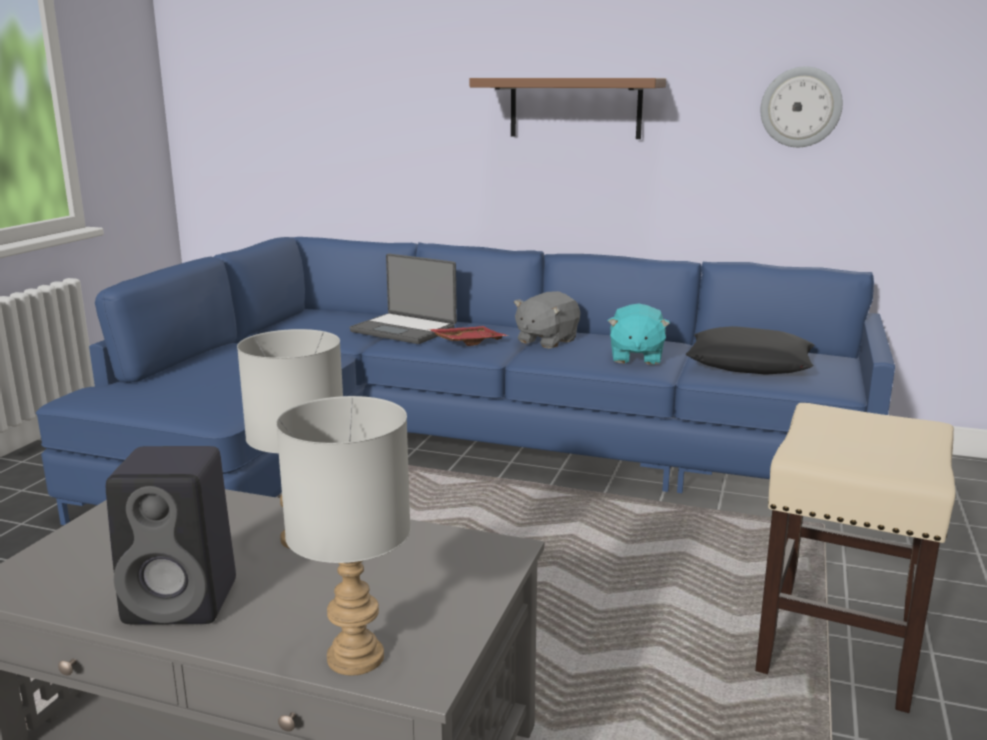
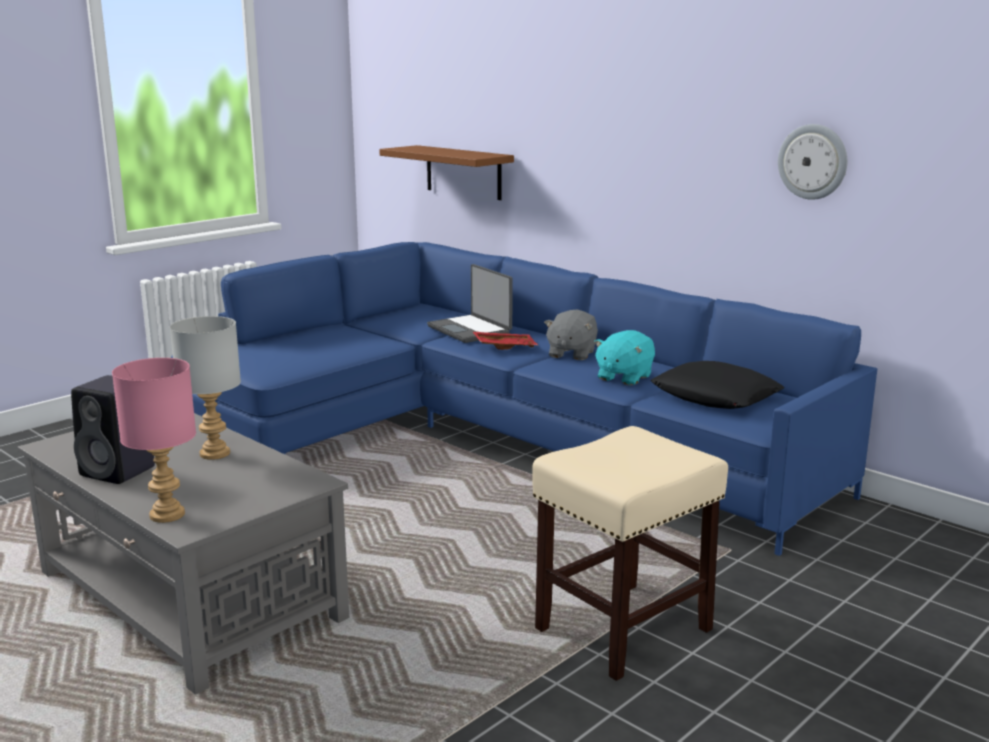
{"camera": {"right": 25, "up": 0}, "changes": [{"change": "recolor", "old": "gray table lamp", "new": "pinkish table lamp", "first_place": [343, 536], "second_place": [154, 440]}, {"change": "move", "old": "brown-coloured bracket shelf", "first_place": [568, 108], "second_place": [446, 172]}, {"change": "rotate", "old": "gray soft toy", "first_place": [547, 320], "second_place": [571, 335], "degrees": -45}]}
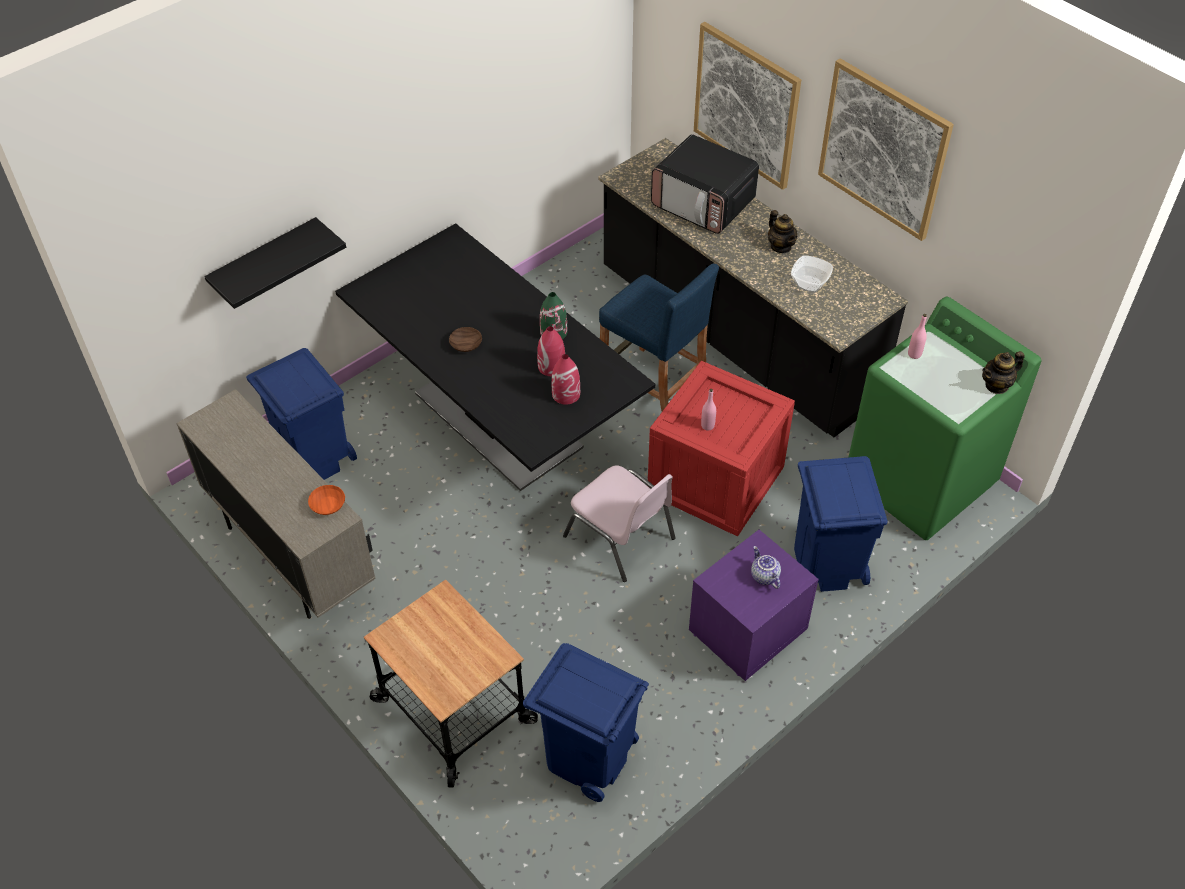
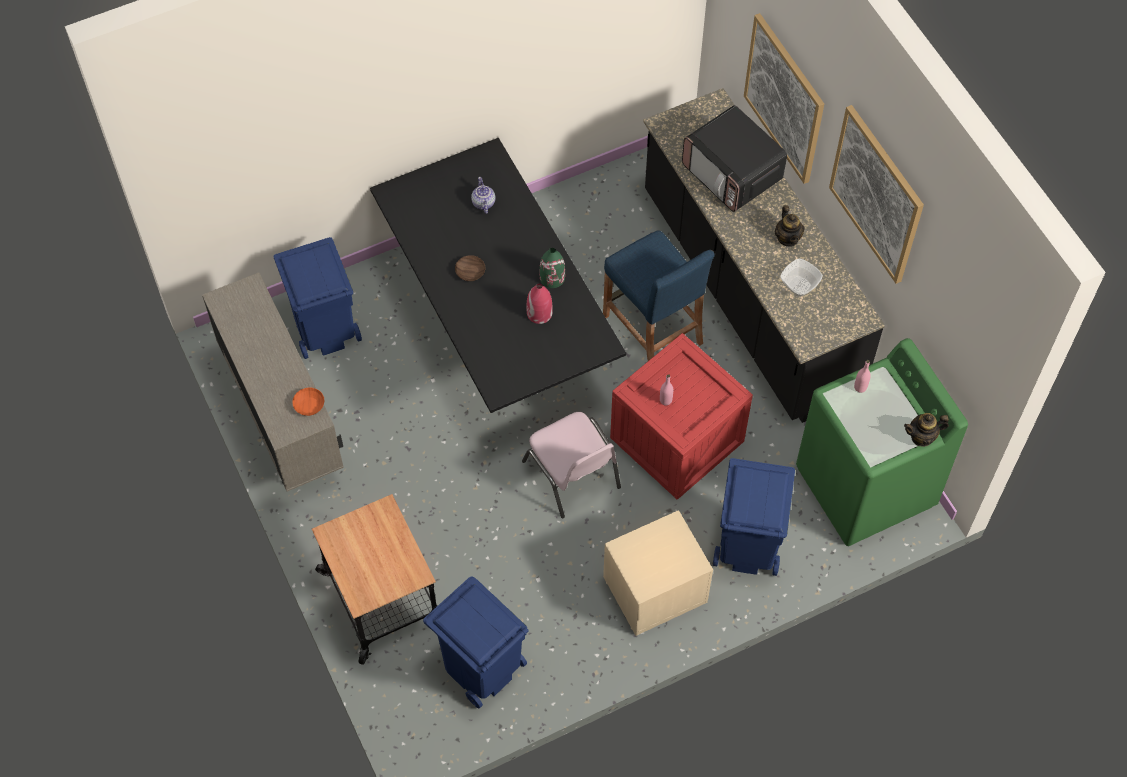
{"camera": {"right": 15, "up": 10}, "changes": [{"change": "move", "old": "pot for tea", "first_place": [766, 567], "second_place": [483, 195]}, {"change": "recolor", "old": "purple night table", "new": "sand-coloured night table", "first_place": [754, 605], "second_place": [658, 573]}, {"change": "delete", "old": "black bracket shelf", "first_place": [275, 263]}, {"change": "delete", "old": "reddish decorative vase", "first_place": [566, 379]}]}
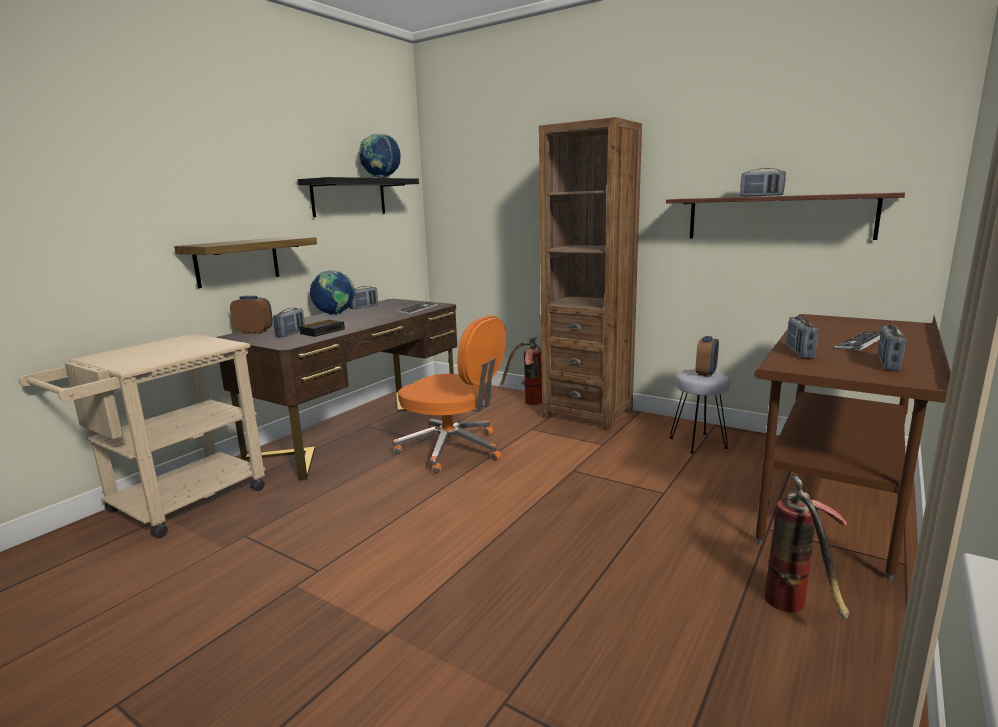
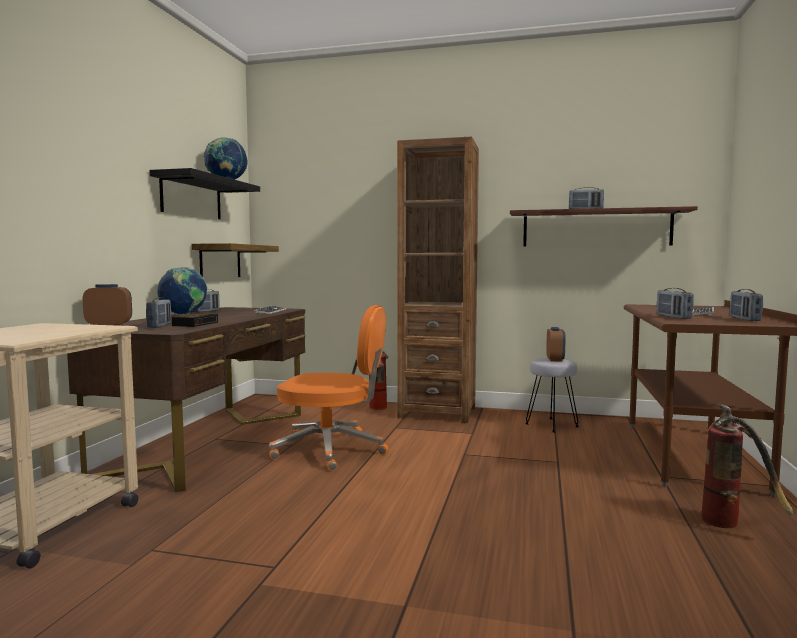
{"camera": {"right": -20, "up": -10}, "changes": [{"change": "move", "old": "bracket shelf", "first_place": [245, 262], "second_place": [235, 260]}]}
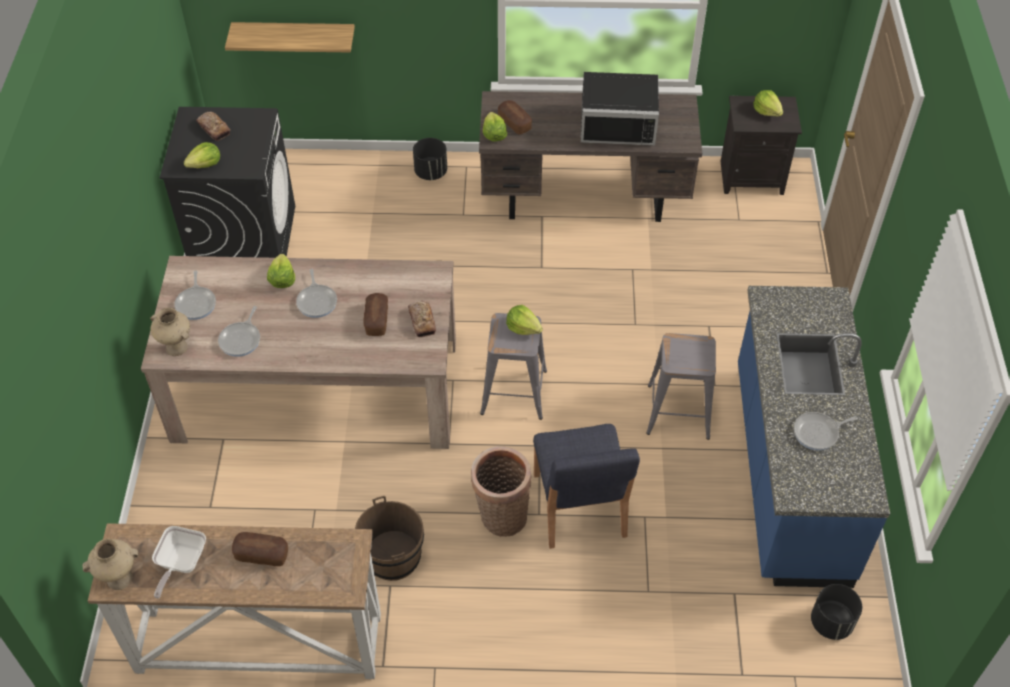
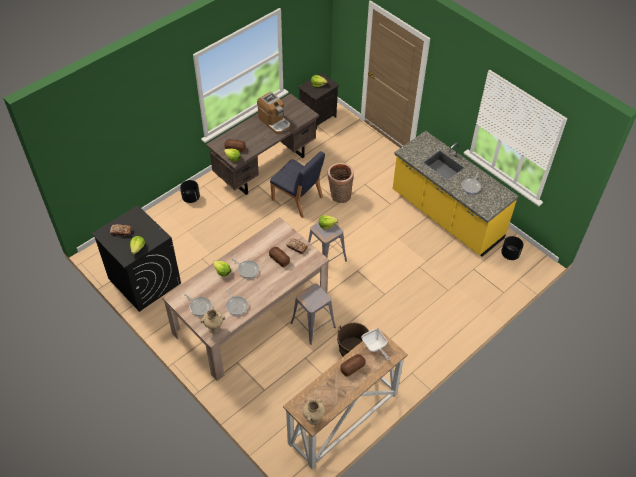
{"camera": {"right": -45, "up": 0}, "changes": [{"change": "replace", "old": "black microwave oven", "new": "coffee machine", "first_place": [620, 109], "second_place": [273, 113]}, {"change": "move", "old": "bluish plain chair", "first_place": [586, 486], "second_place": [297, 184]}, {"change": "move", "old": "gray sitting stool", "first_place": [681, 386], "second_place": [313, 314]}, {"change": "move", "old": "basket", "first_place": [501, 491], "second_place": [341, 183]}, {"change": "move", "old": "pan", "first_place": [179, 562], "second_place": [375, 345]}, {"change": "recolor", "old": "bluish kitchen base unit", "new": "yellowish kitchen base unit", "first_place": [814, 437], "second_place": [456, 194]}, {"change": "delete", "old": "bracket shelf", "first_place": [290, 37]}]}
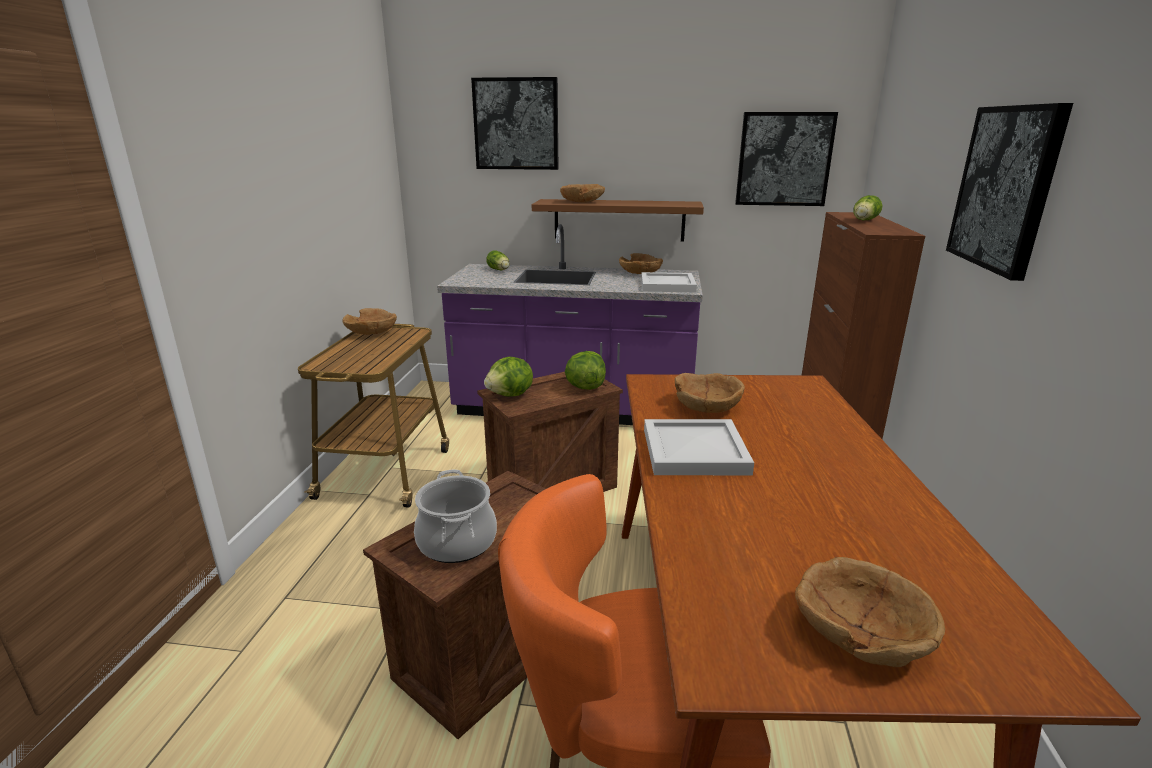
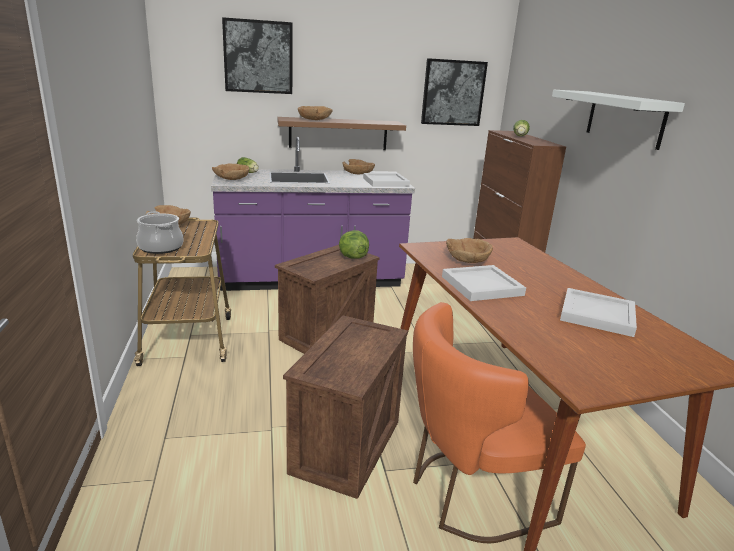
{"camera": {"right": -20, "up": 0}, "changes": [{"change": "move", "old": "saucepot", "first_place": [455, 516], "second_place": [159, 233]}, {"change": "move", "old": "brown-coloured bowl", "first_place": [870, 612], "second_place": [230, 171]}, {"change": "replace", "old": "wall art", "new": "whitish bracket shelf", "first_place": [1009, 192], "second_place": [618, 120]}, {"change": "insert", "new": "whitish tray", "second_place": [598, 312]}, {"change": "delete", "old": "head of lettuce", "first_place": [508, 377]}]}
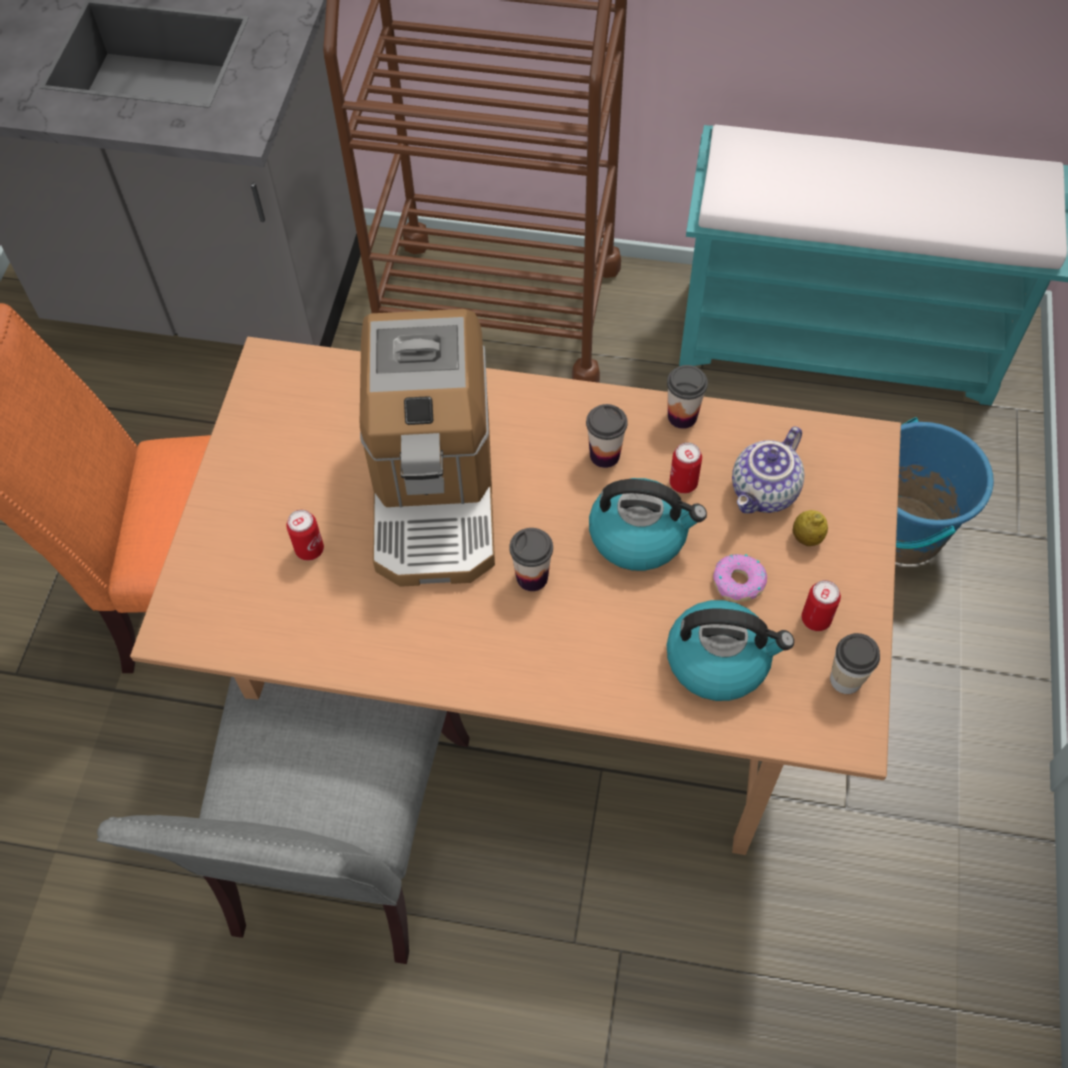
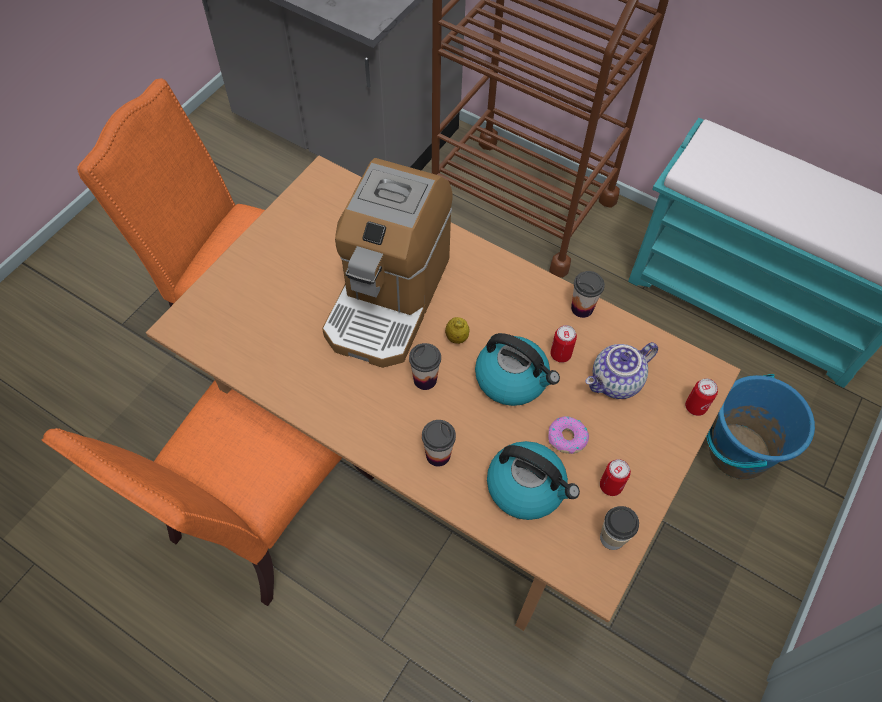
{"camera": {"right": 20, "up": 0}, "changes": [{"change": "recolor", "old": "gray plain chair", "new": "orange-coloured plain chair", "first_place": [283, 820], "second_place": [208, 493]}, {"change": "move", "old": "small cup", "first_place": [607, 436], "second_place": [439, 443]}, {"change": "move", "old": "lemon", "first_place": [810, 528], "second_place": [457, 330]}, {"change": "move", "old": "sealed can", "first_place": [305, 535], "second_place": [701, 397]}]}
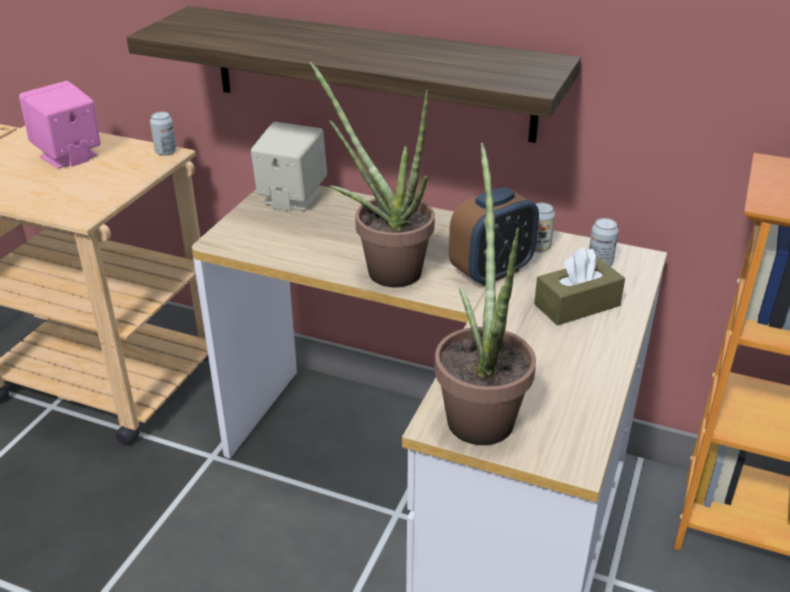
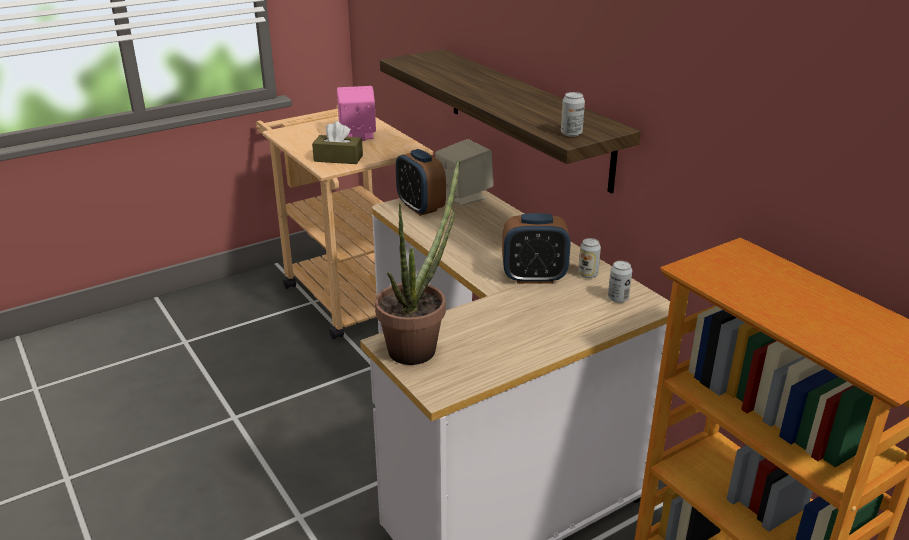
{"camera": {"right": 35, "up": -5}, "changes": [{"change": "move", "old": "brown-coloured tissue box", "first_place": [579, 286], "second_place": [337, 142]}, {"change": "insert", "new": "bedside clock", "second_place": [421, 182]}, {"change": "move", "old": "sealed can", "first_place": [163, 134], "second_place": [573, 114]}, {"change": "delete", "old": "potted plant", "first_place": [372, 174]}]}
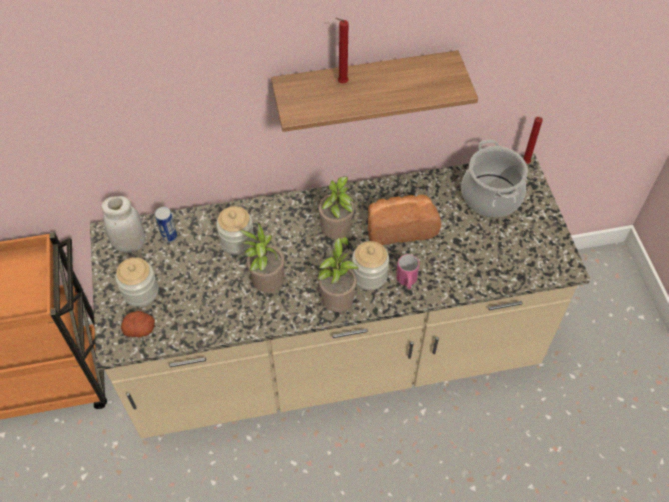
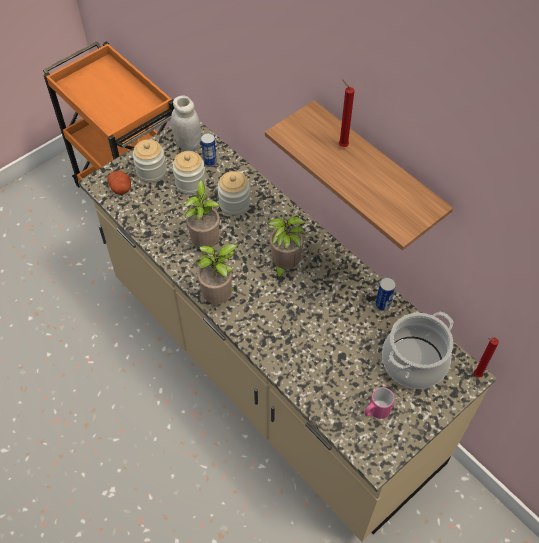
{"camera": {"right": 60, "up": 0}, "changes": [{"change": "move", "old": "storage jar", "first_place": [370, 265], "second_place": [189, 173]}, {"change": "move", "old": "pinkish tea mug", "first_place": [408, 271], "second_place": [379, 403]}, {"change": "insert", "new": "sealed can", "second_place": [385, 294]}, {"change": "delete", "old": "bread", "first_place": [404, 219]}]}
